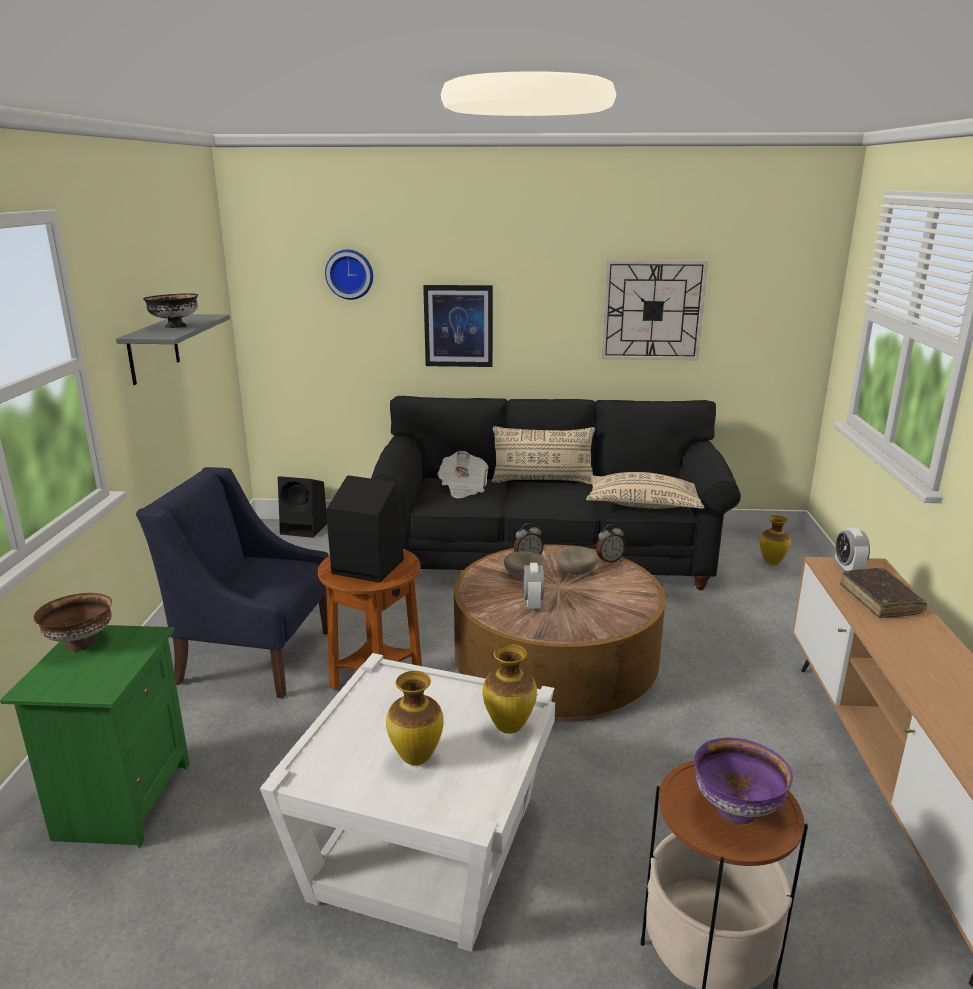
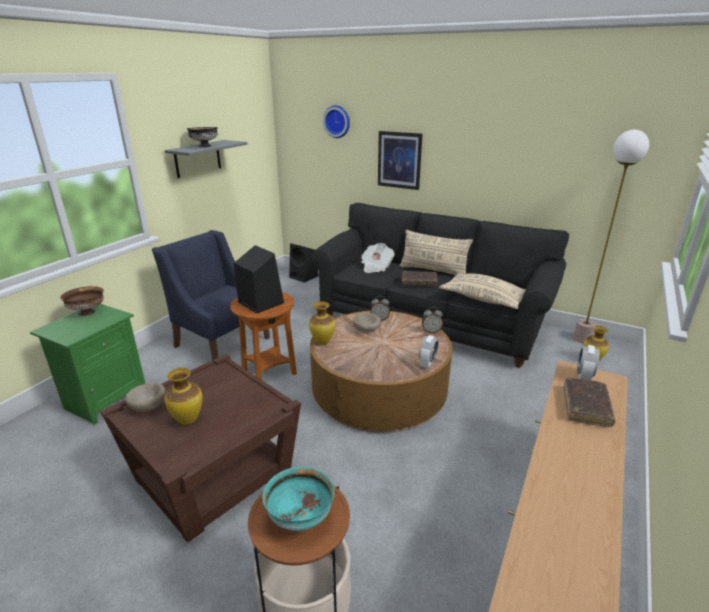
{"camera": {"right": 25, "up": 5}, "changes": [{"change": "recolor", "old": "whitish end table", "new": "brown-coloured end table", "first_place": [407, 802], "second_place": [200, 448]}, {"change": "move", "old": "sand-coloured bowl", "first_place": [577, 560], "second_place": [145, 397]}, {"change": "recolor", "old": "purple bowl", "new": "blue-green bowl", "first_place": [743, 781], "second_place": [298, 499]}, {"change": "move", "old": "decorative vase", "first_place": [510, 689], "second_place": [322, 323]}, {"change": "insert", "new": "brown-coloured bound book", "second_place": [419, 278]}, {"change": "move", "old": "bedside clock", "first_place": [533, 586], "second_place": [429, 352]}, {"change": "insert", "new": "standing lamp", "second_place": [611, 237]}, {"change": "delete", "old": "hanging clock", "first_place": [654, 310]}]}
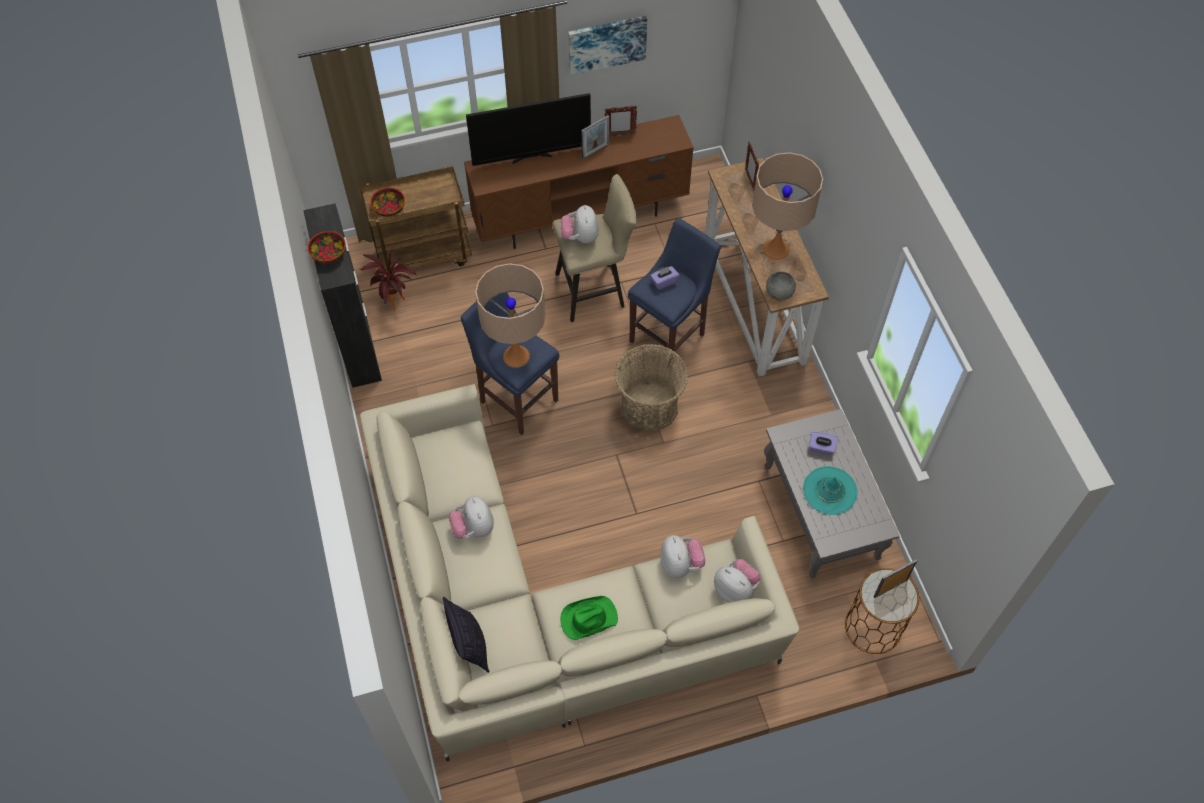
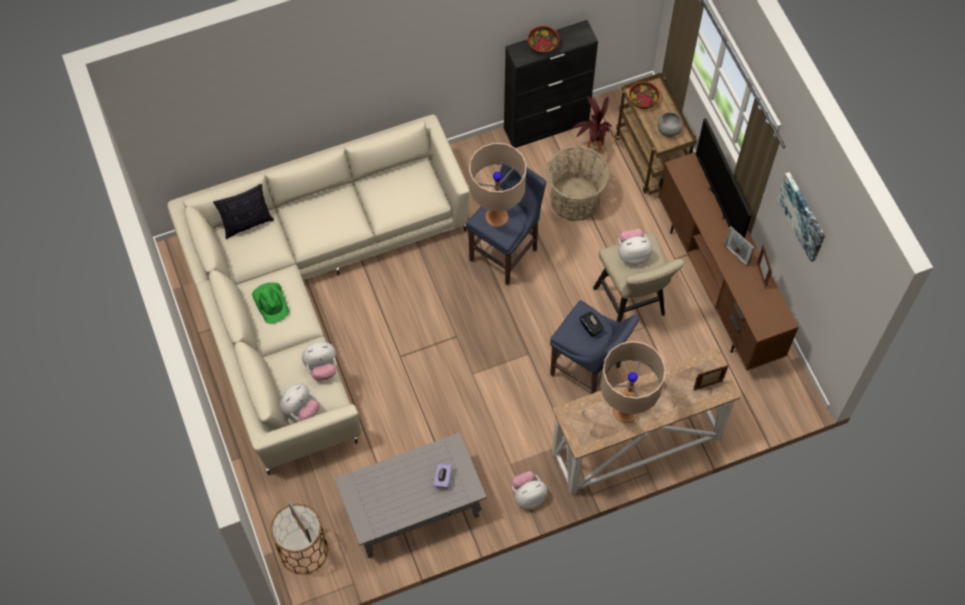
{"camera": {"right": 85, "up": 5}, "changes": [{"change": "move", "old": "soft toy", "first_place": [471, 517], "second_place": [529, 490]}, {"change": "move", "old": "basket", "first_place": [651, 387], "second_place": [577, 183]}, {"change": "recolor", "old": "purple tissue box", "new": "black tissue box", "first_place": [665, 278], "second_place": [592, 324]}, {"change": "move", "old": "gray bowl", "first_place": [781, 286], "second_place": [670, 124]}, {"change": "delete", "old": "blue-green clothing hat", "first_place": [830, 490]}]}
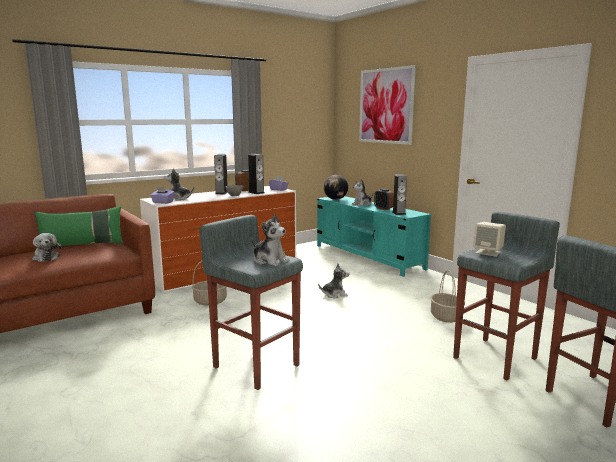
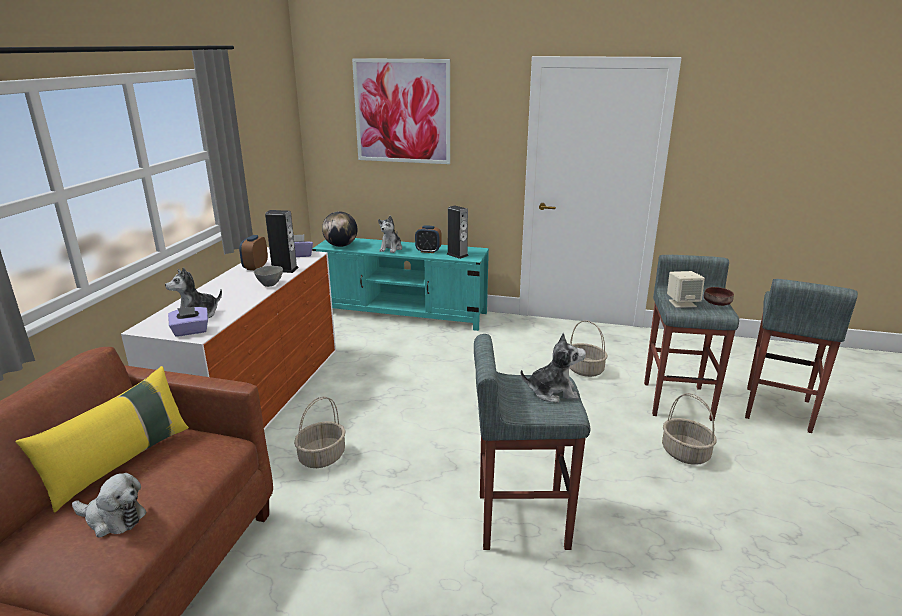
{"camera": {"right": -40, "up": 10}, "changes": [{"change": "recolor", "old": "greenish cushion", "new": "yellowish cushion", "first_place": [78, 226], "second_place": [102, 439]}, {"change": "insert", "new": "basket", "second_place": [689, 429]}, {"change": "insert", "new": "brown-coloured bowl", "second_place": [719, 296]}, {"change": "delete", "old": "loudspeaker", "first_place": [221, 174]}, {"change": "delete", "old": "soft toy", "first_place": [334, 281]}]}
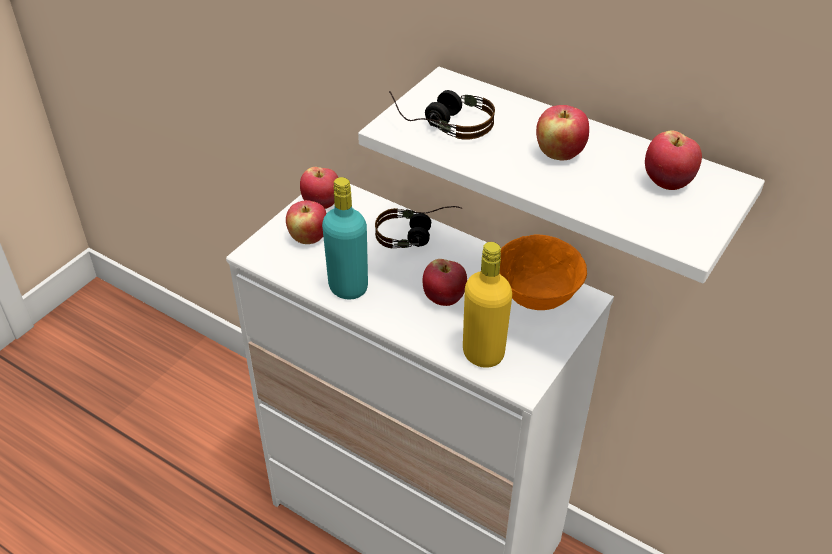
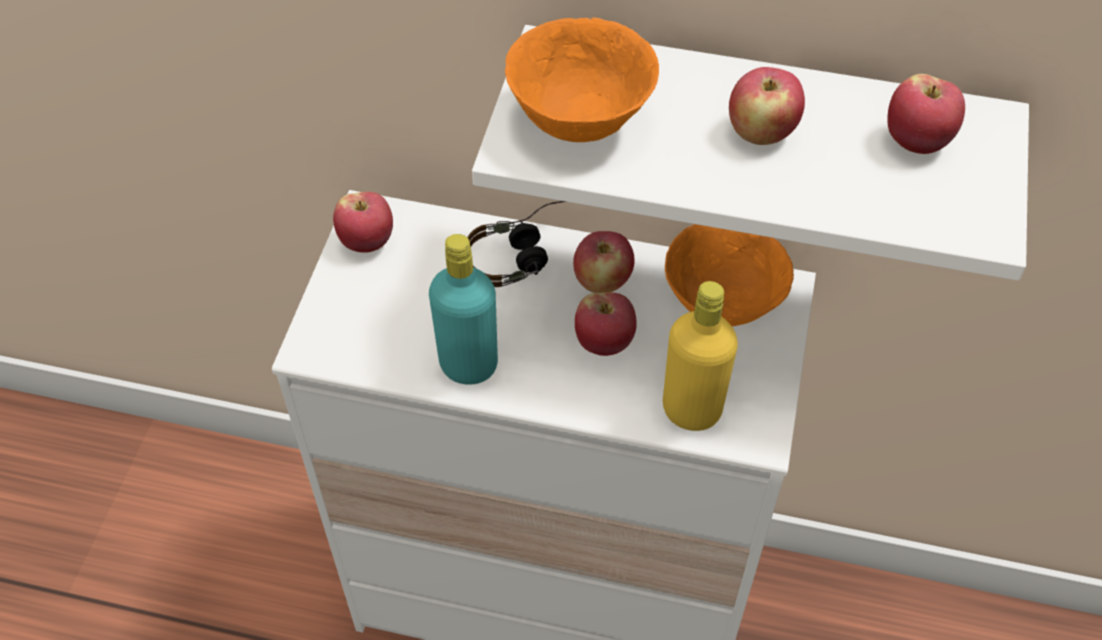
{"camera": {"right": -20, "up": 10}, "changes": [{"change": "replace", "old": "headset", "new": "orange-coloured bowl", "first_place": [442, 115], "second_place": [582, 80]}, {"change": "move", "old": "whole apple", "first_place": [306, 222], "second_place": [604, 262]}]}
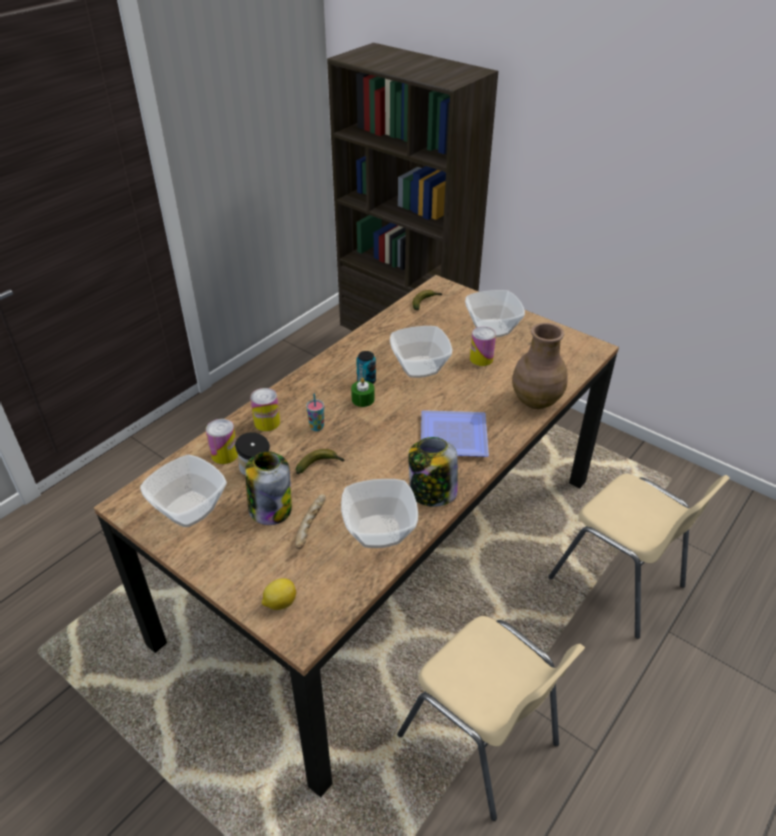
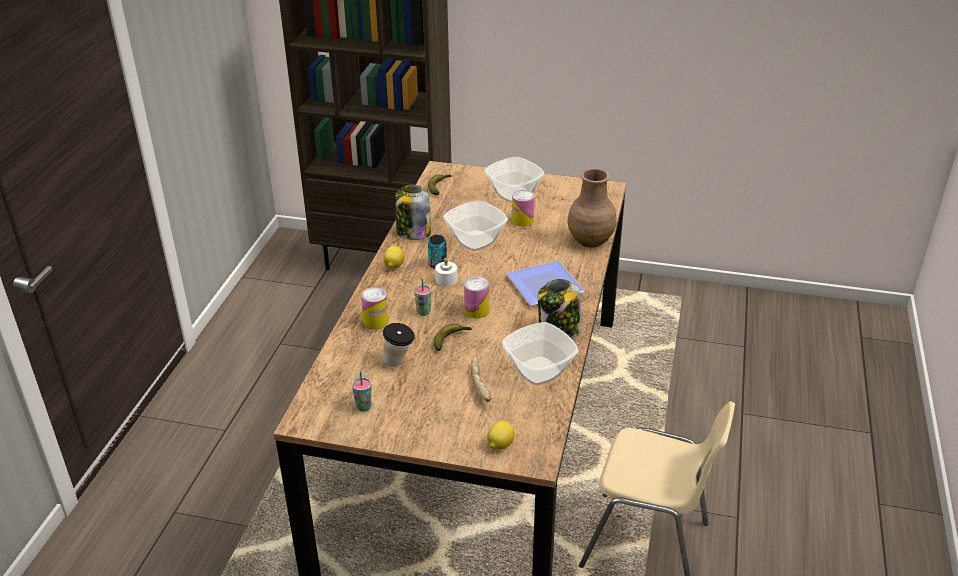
{"camera": {"right": -25, "up": -5}, "changes": [{"change": "replace", "old": "bowl", "new": "small cup", "first_place": [183, 490], "second_place": [362, 391]}, {"change": "insert", "new": "lemon", "second_place": [393, 257]}, {"change": "move", "old": "storage jar", "first_place": [268, 488], "second_place": [413, 212]}, {"change": "recolor", "old": "greenish wax light", "new": "whitish wax light", "first_place": [363, 392], "second_place": [446, 272]}, {"change": "move", "old": "sealed can", "first_place": [222, 441], "second_place": [476, 297]}, {"change": "delete", "old": "sand-coloured plain chair", "first_place": [639, 556]}]}
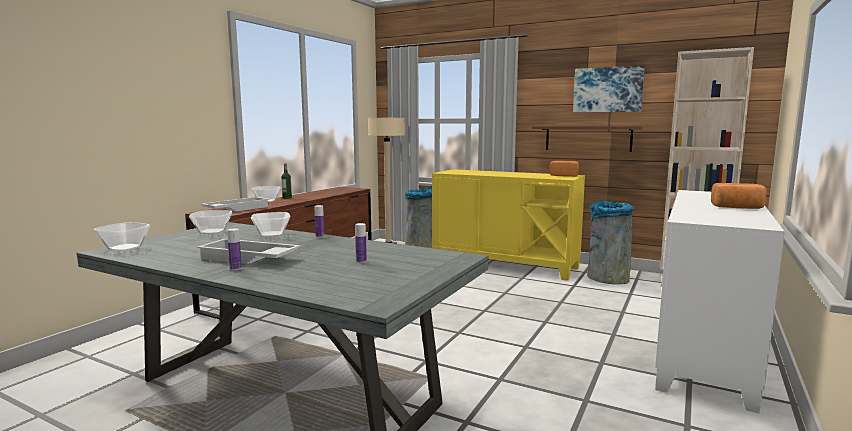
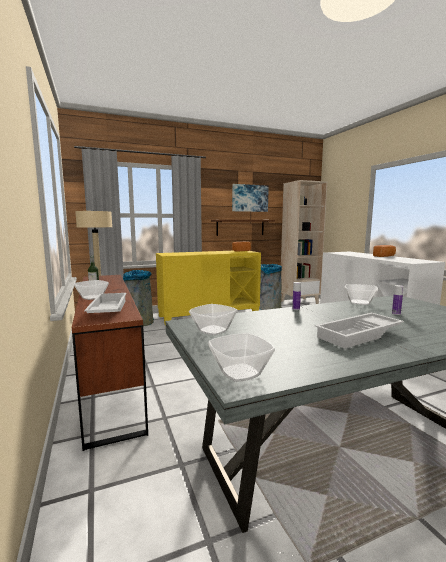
{"camera": {"right": -50, "up": 0}, "changes": [{"change": "move", "old": "bowl", "first_place": [270, 224], "second_place": [361, 294]}, {"change": "delete", "old": "drink bottle", "first_place": [234, 249]}]}
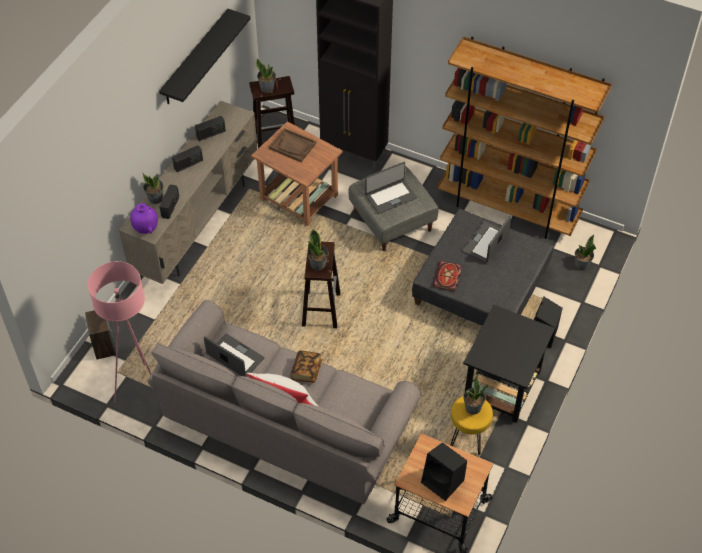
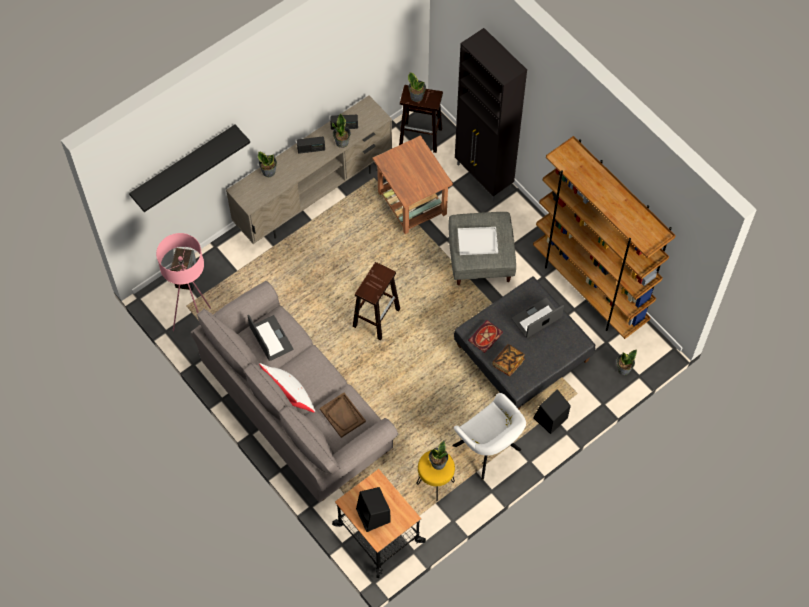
{"camera": {"right": 25, "up": 10}, "changes": [{"change": "move", "old": "black bracket shelf", "first_place": [205, 56], "second_place": [189, 168]}, {"change": "move", "old": "brown-coloured tray", "first_place": [292, 145], "second_place": [343, 415]}, {"change": "move", "old": "potted plant", "first_place": [318, 250], "second_place": [341, 131]}, {"change": "replace", "old": "black end table", "new": "whitish lounge chair", "first_place": [509, 364], "second_place": [489, 436]}, {"change": "replace", "old": "notebook computer", "new": "whitish tray", "first_place": [391, 188], "second_place": [478, 241]}, {"change": "move", "old": "bound book", "first_place": [306, 366], "second_place": [508, 360]}, {"change": "delete", "old": "purple decorative vase", "first_place": [144, 218]}, {"change": "delete", "old": "radio set", "first_place": [169, 202]}]}
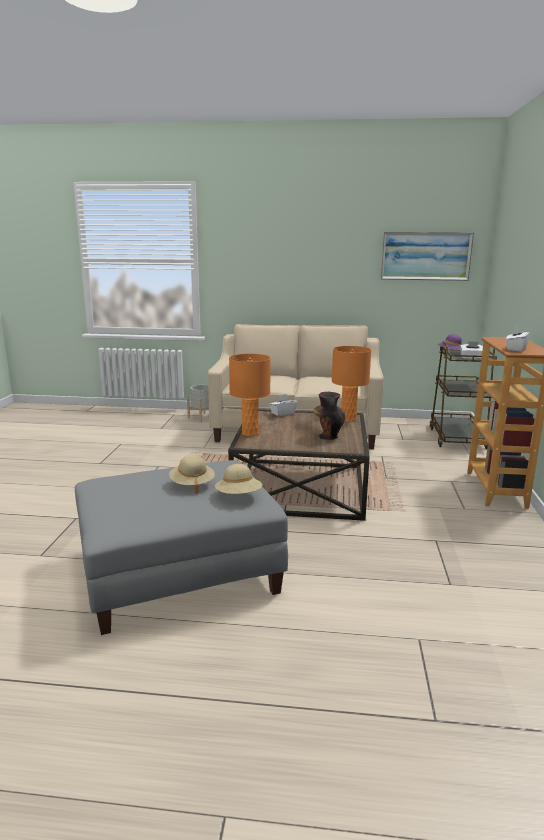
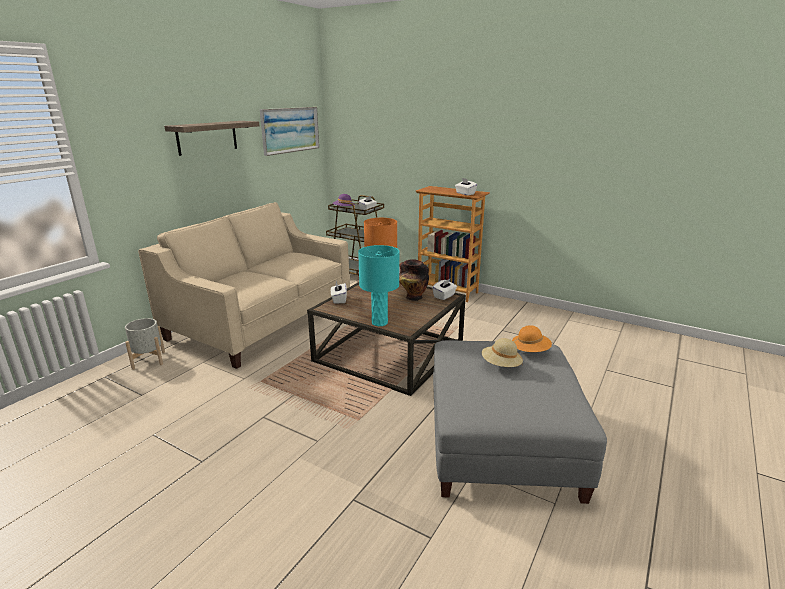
{"camera": {"right": -65, "up": 5}, "changes": [{"change": "insert", "new": "bracket shelf", "second_place": [211, 138]}, {"change": "recolor", "old": "orange-coloured table lamp", "new": "blue-green table lamp", "first_place": [250, 395], "second_place": [378, 285]}, {"change": "insert", "new": "whitish tissue box", "second_place": [444, 289]}, {"change": "recolor", "old": "sand-coloured clothing hat", "new": "orange-coloured clothing hat", "first_place": [238, 479], "second_place": [532, 338]}]}
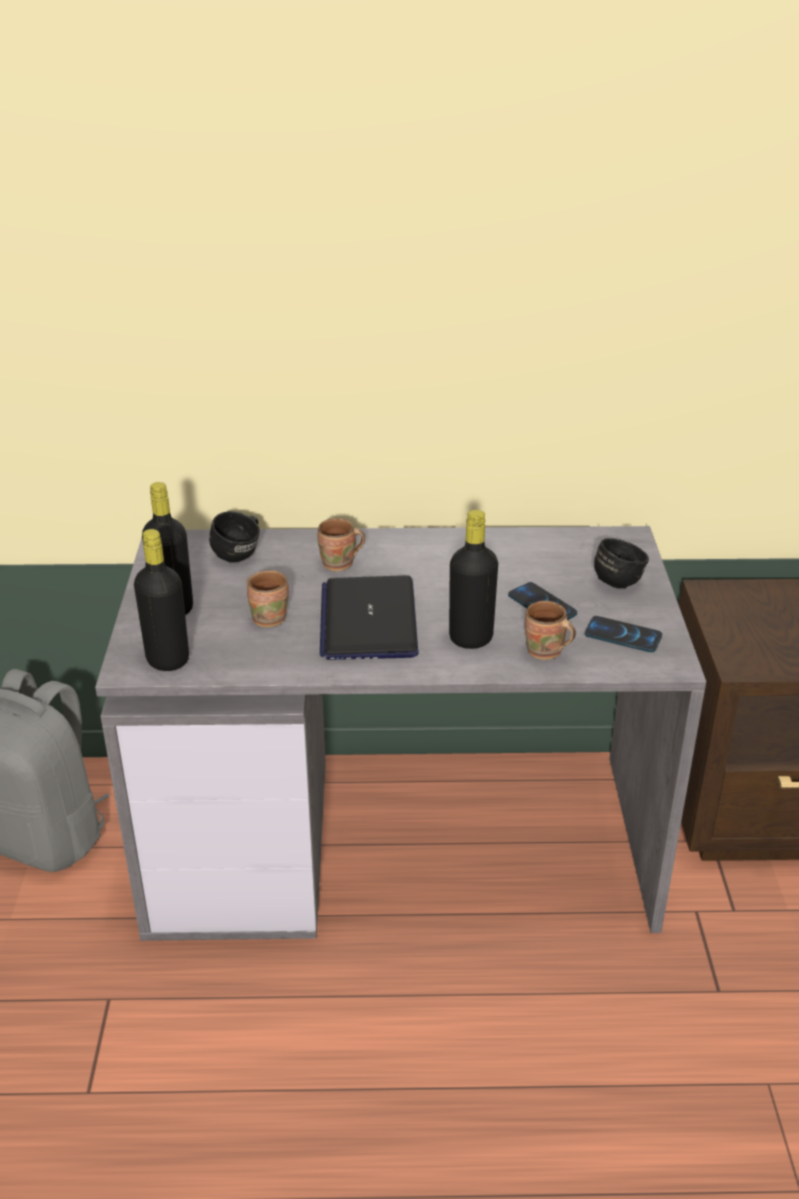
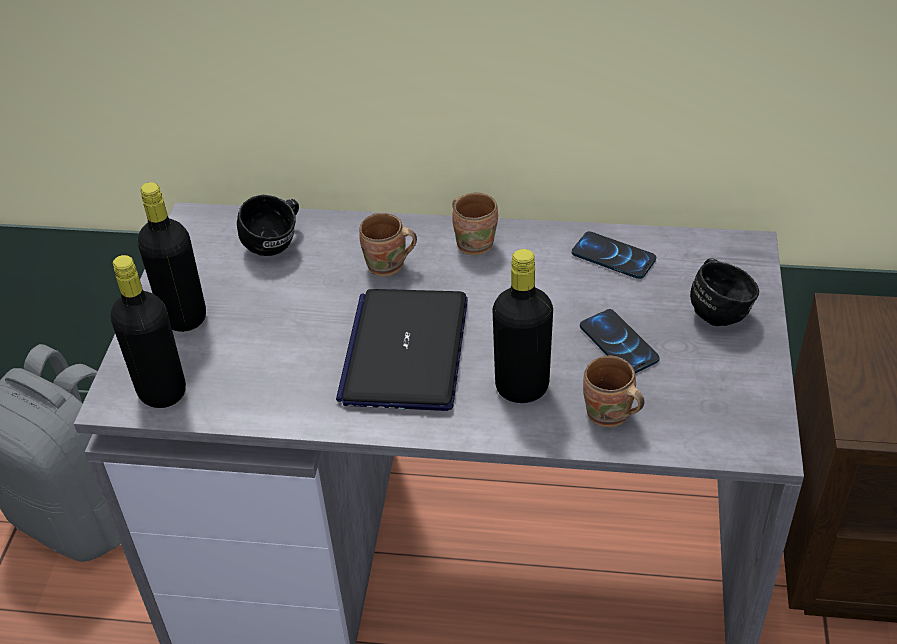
{"camera": {"right": 10, "up": 10}, "changes": [{"change": "move", "old": "brown-coloured tea mug", "first_place": [268, 599], "second_place": [475, 223]}, {"change": "move", "old": "telephone", "first_place": [623, 634], "second_place": [614, 255]}]}
